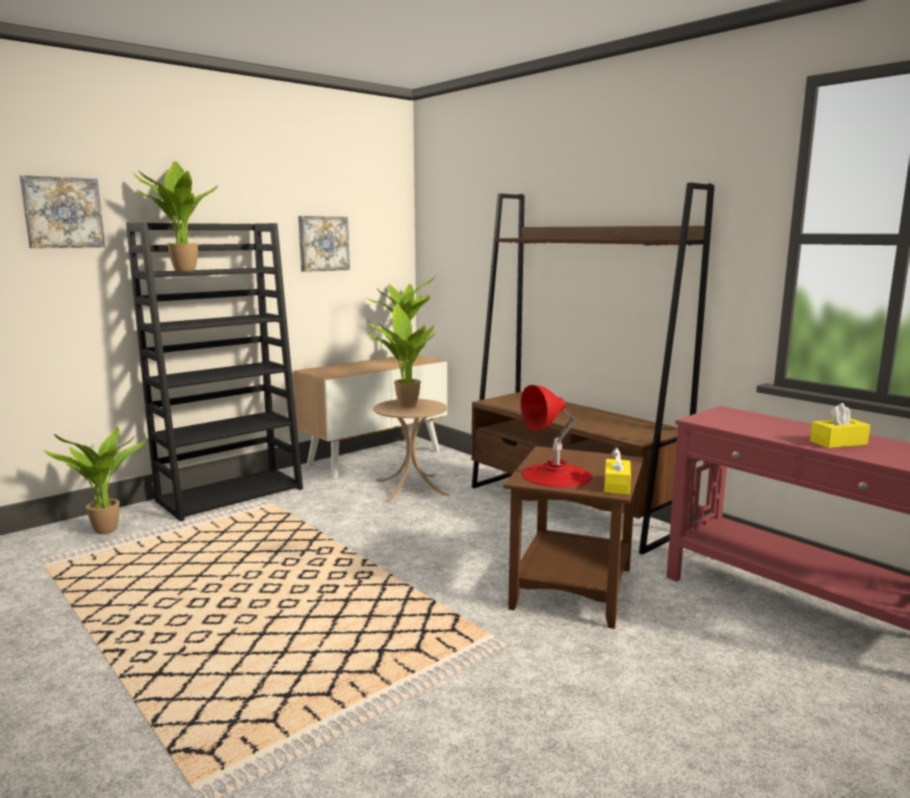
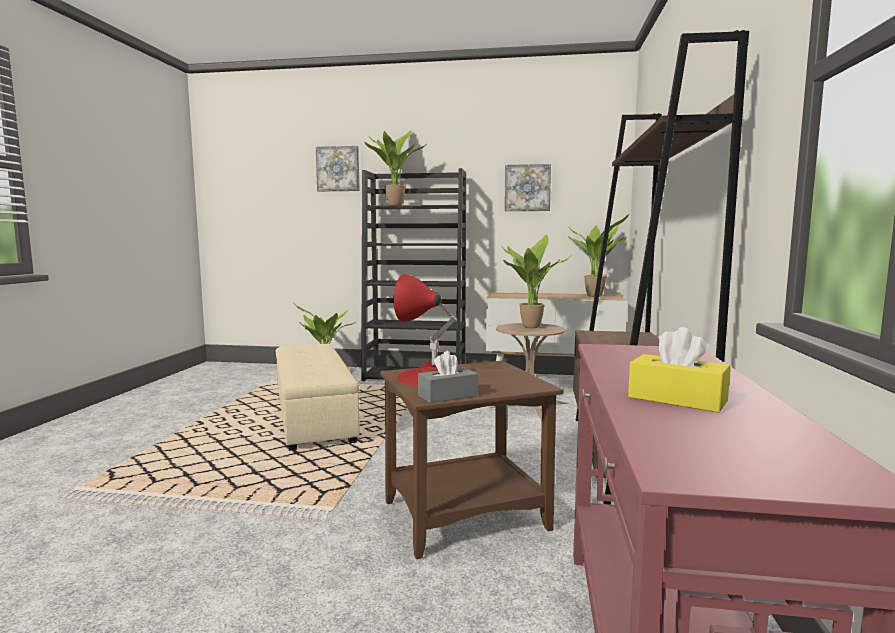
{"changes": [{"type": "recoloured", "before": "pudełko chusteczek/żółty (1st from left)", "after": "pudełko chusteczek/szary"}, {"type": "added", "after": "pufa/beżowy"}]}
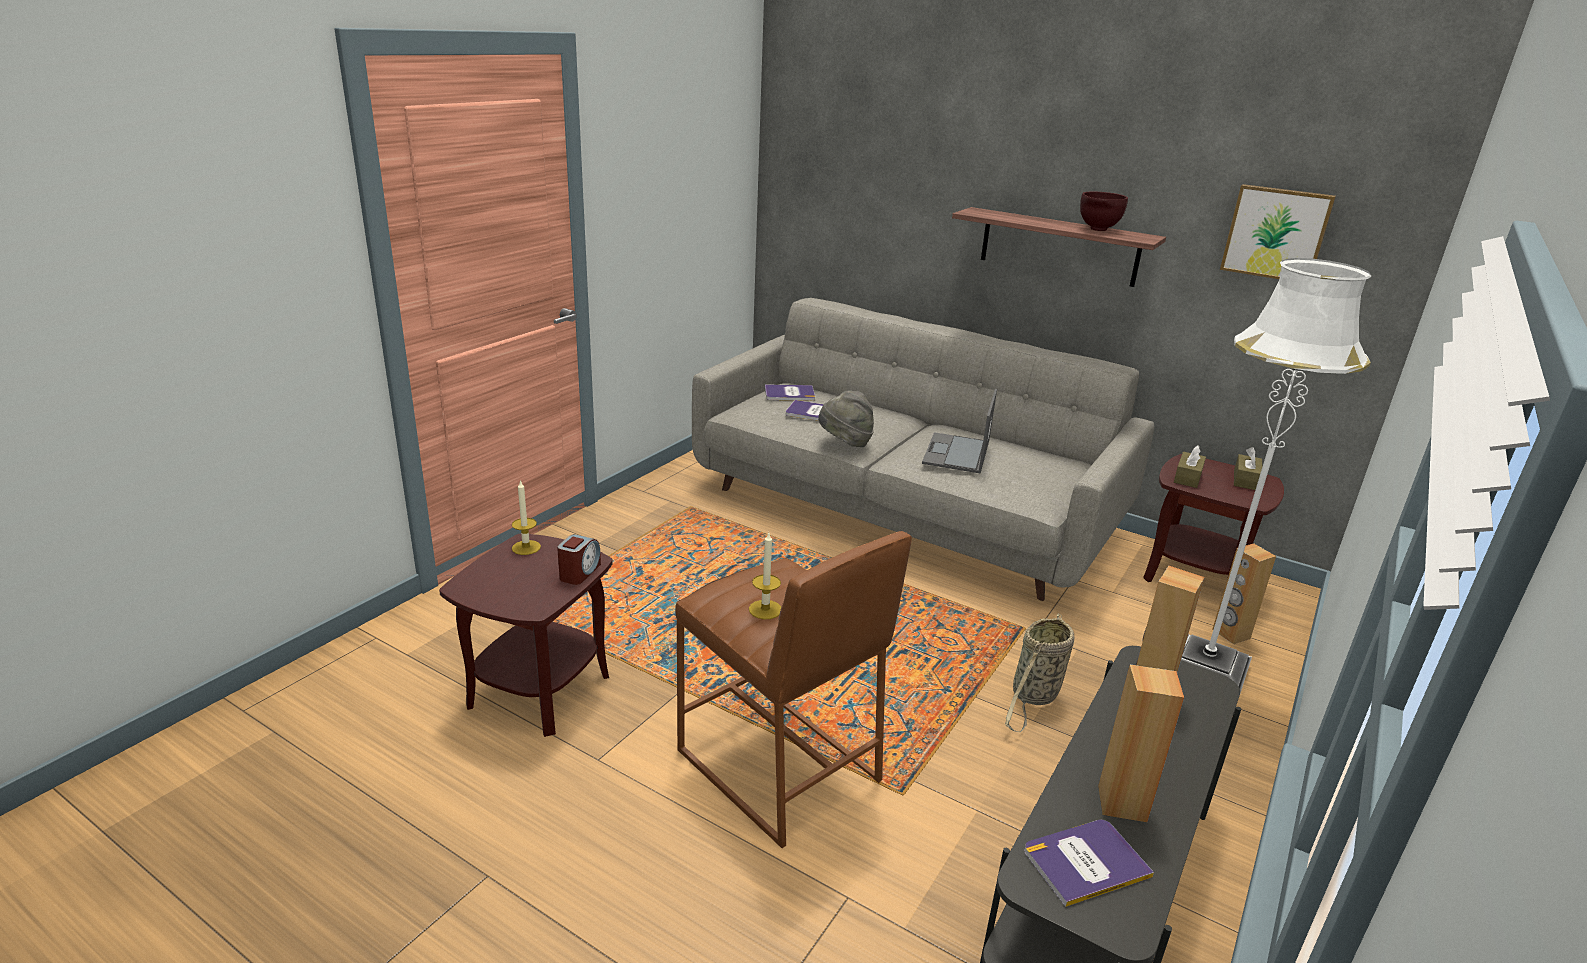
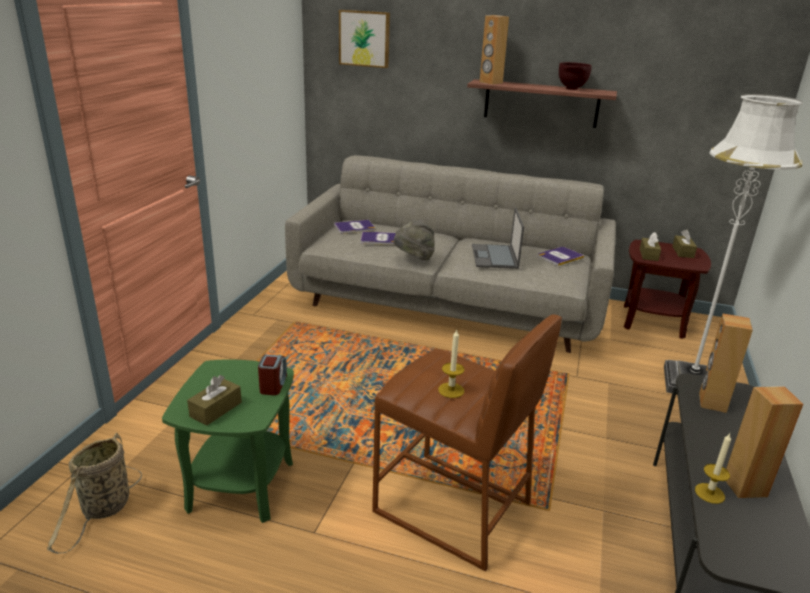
{"changes": [{"type": "moved", "before": "obraz"}, {"type": "moved", "before": "świeca (1st from left in the first image)", "after": "świeca (2nd from left)"}, {"type": "recoloured", "before": "stolik/brązowy (1st from left)", "after": "stolik/zielony"}, {"type": "moved", "before": "głośnik/brązowy (3rd from left in the first image)", "after": "głośnik/brązowy (1st from left)"}, {"type": "moved", "before": "koszyk"}, {"type": "moved", "before": "książka (3rd from left)"}, {"type": "added", "after": "pudełko chusteczek/brązowy (1st from left)"}]}
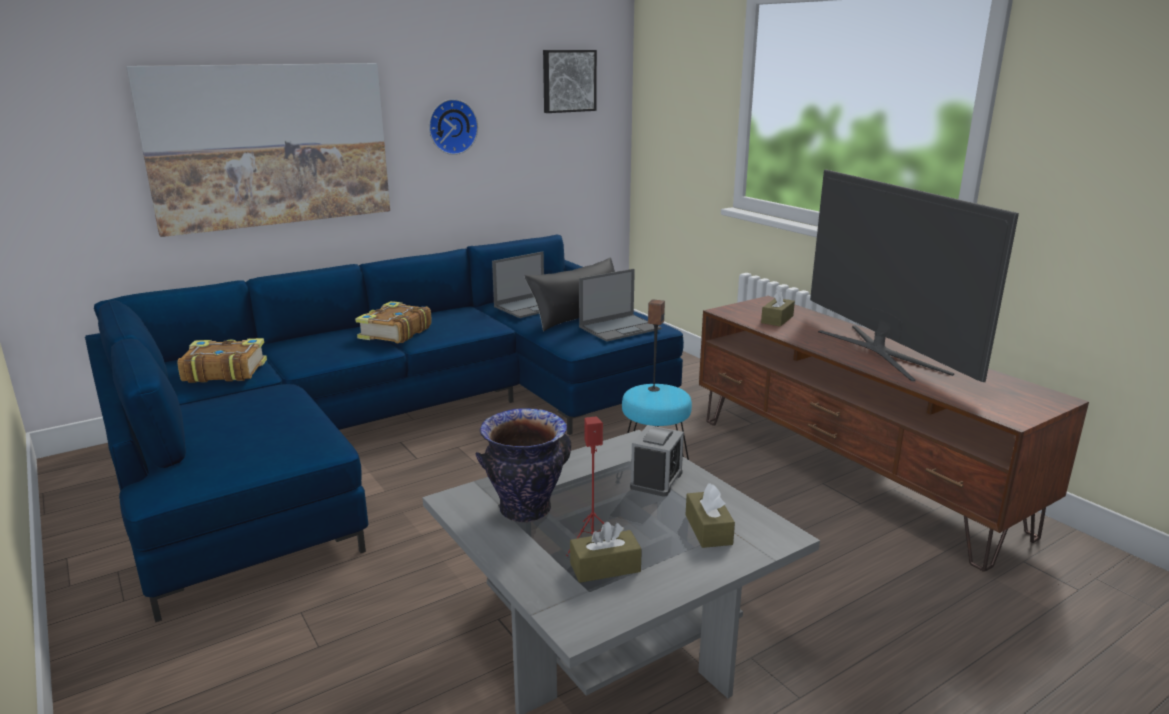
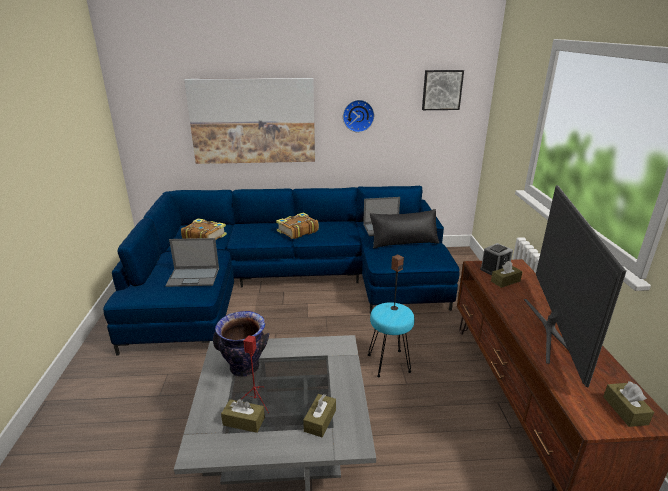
{"changes": [{"type": "moved", "before": "laptop (2nd from left in the first image)", "after": "laptop (1st from left)"}, {"type": "moved", "before": "budzik"}, {"type": "added", "after": "pudełko chusteczek/brązowy (4th from left)"}]}
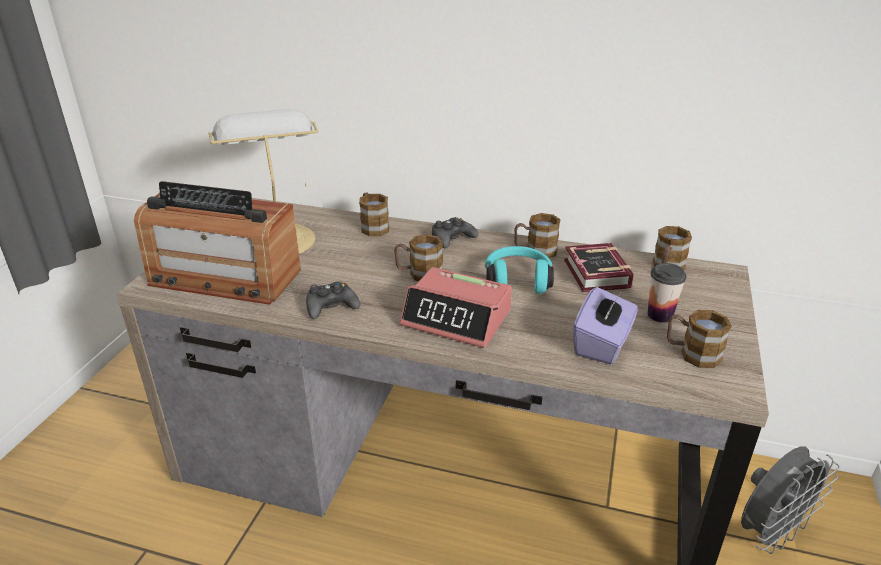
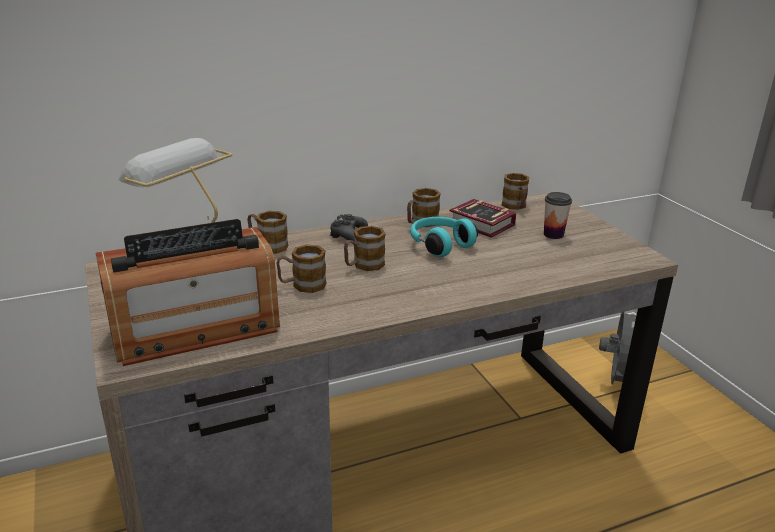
{"changes": [{"type": "removed", "before": "budzik"}, {"type": "removed", "before": "pad do gier/czarny (1st from left)"}, {"type": "removed", "before": "pudełko chusteczek/fioletowy"}, {"type": "moved", "before": "kubek (5th from left in the first image)", "after": "kubek (2nd from left)"}]}
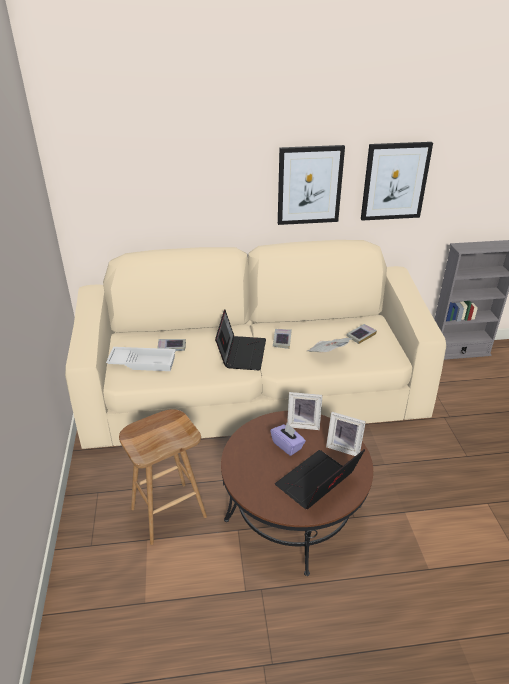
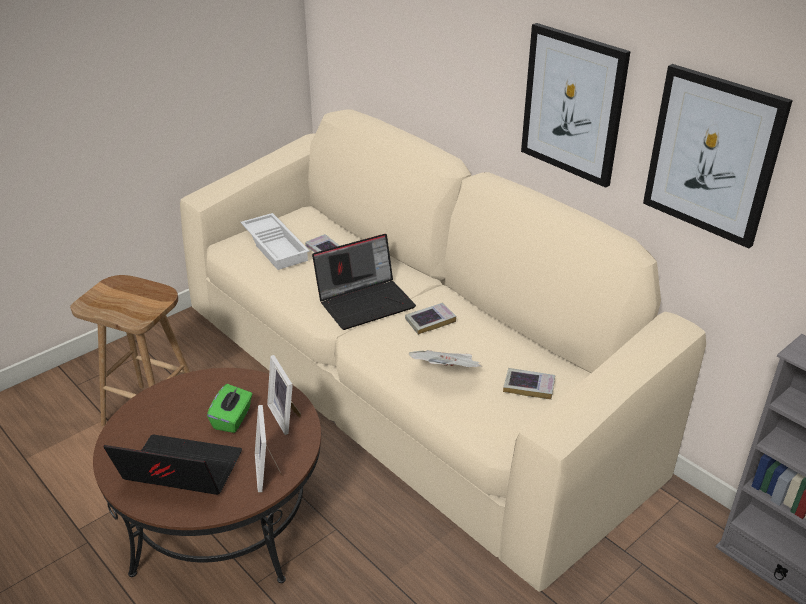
{"changes": [{"type": "recoloured", "before": "pudełko chusteczek/fioletowy", "after": "pudełko chusteczek/zielony"}]}
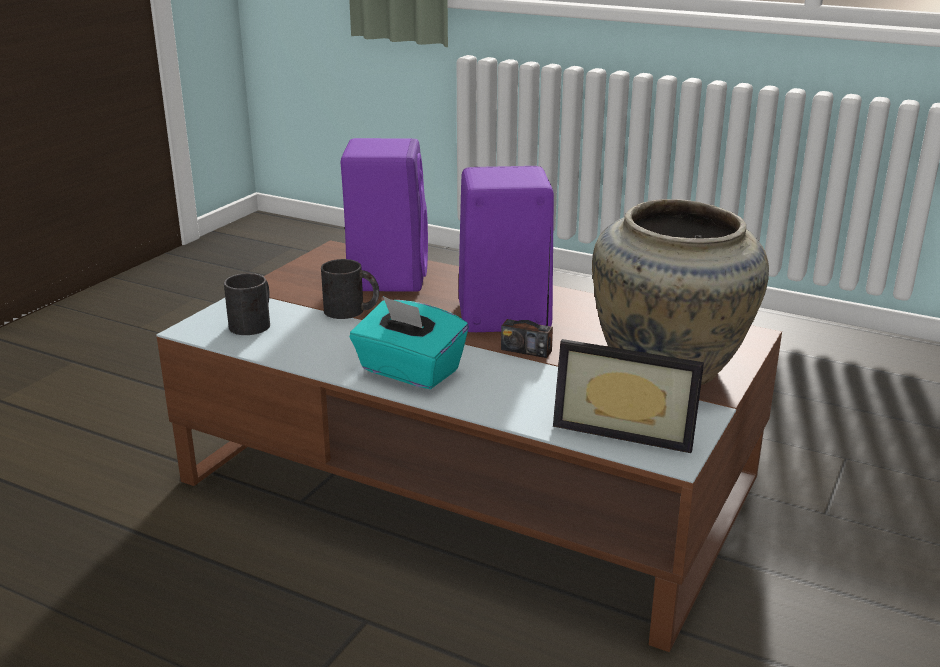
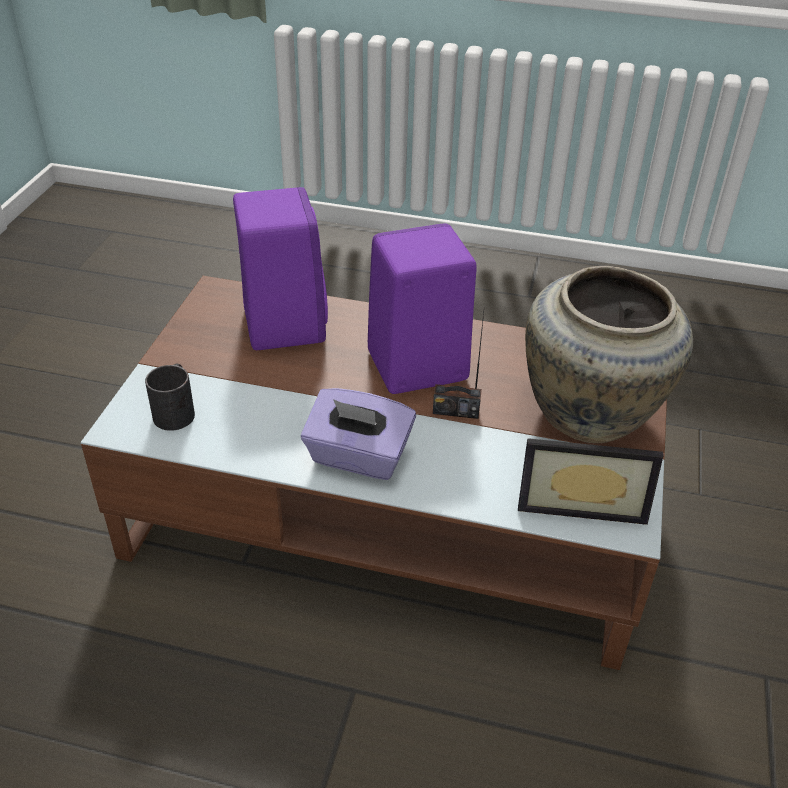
{"changes": [{"type": "removed", "before": "kubek/czarny (2nd from left)"}, {"type": "recoloured", "before": "pudełko chusteczek/turkusowy", "after": "pudełko chusteczek/fioletowy"}]}
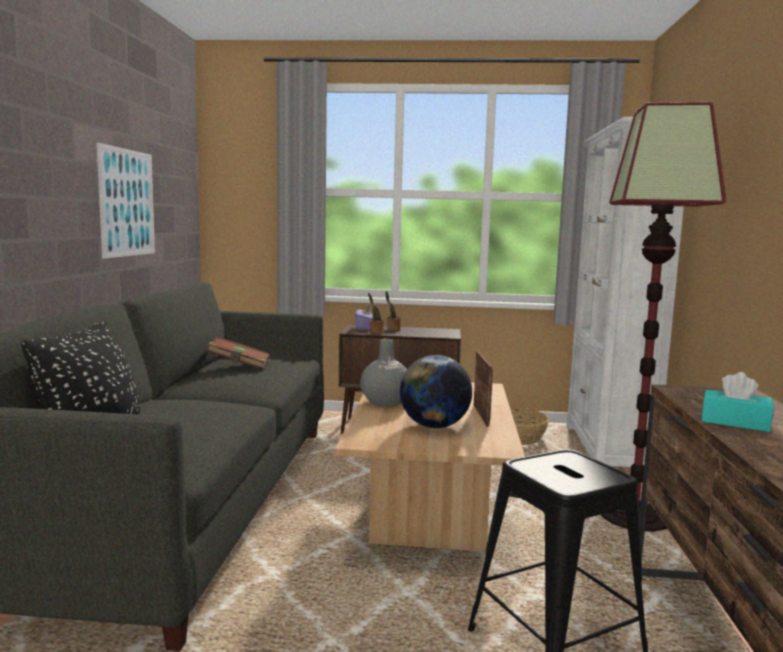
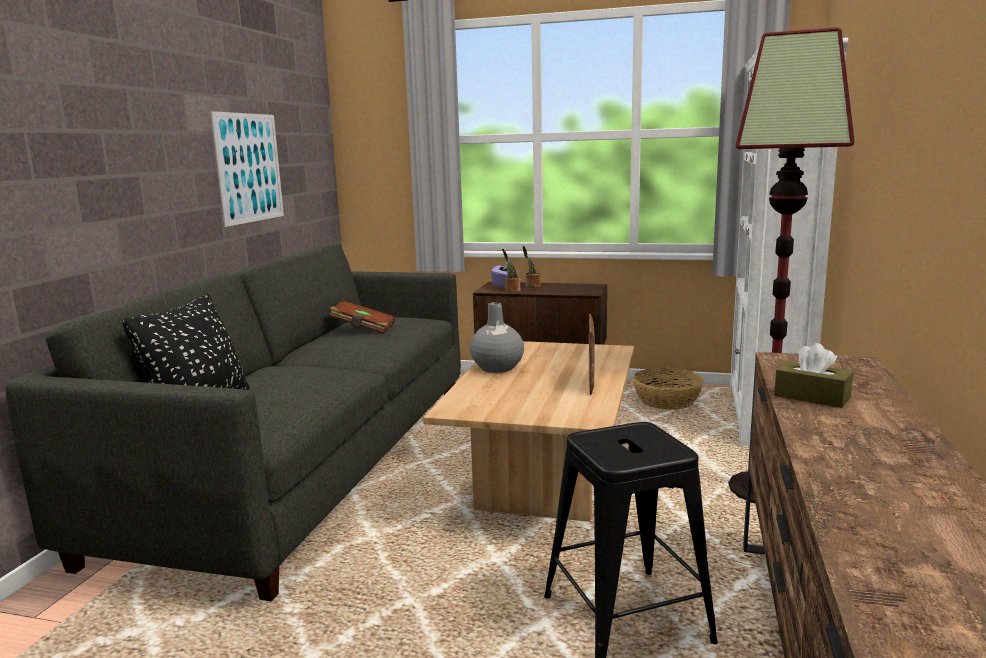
{"changes": [{"type": "removed", "before": "globus"}, {"type": "recoloured", "before": "pudełko chusteczek/turkusowy", "after": "pudełko chusteczek/brązowy"}]}
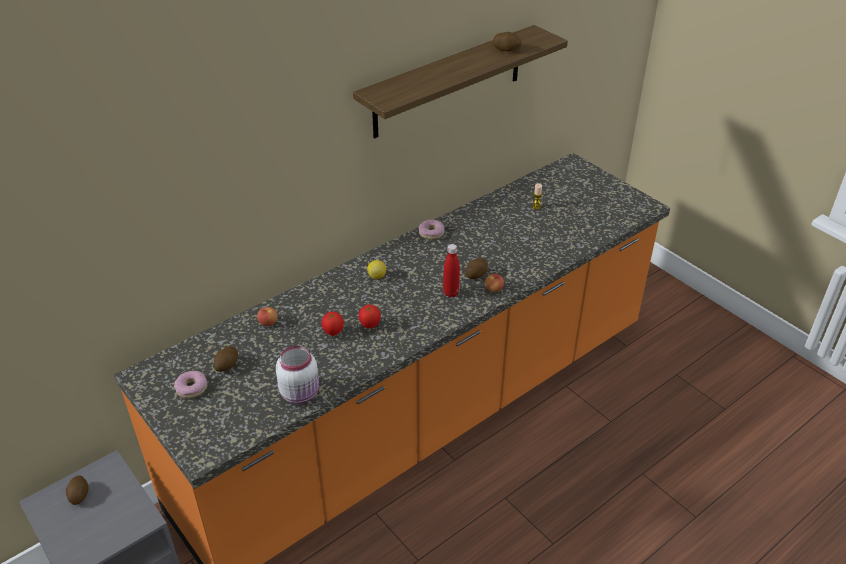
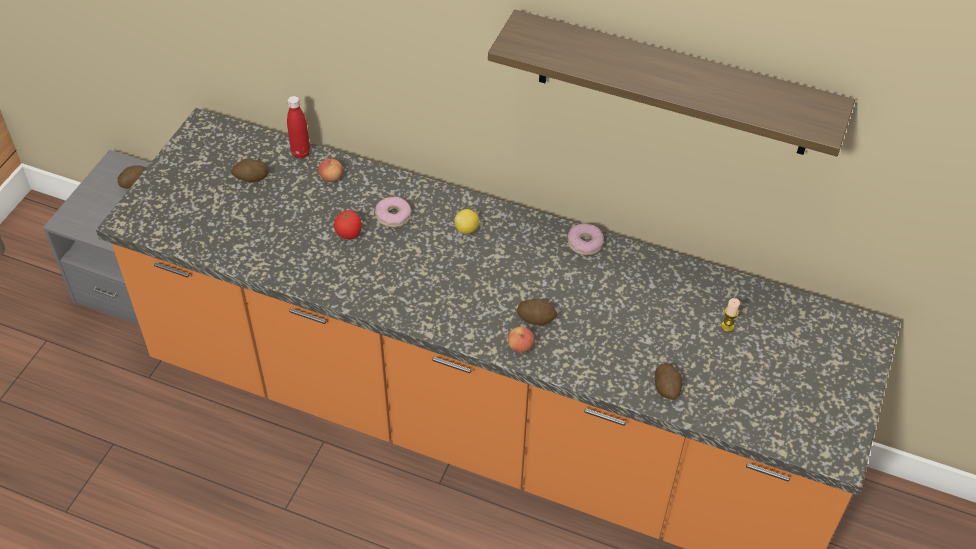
{"changes": [{"type": "moved", "before": "ziemniak (4th from left)"}, {"type": "moved", "before": "butelka/czerwony"}, {"type": "removed", "before": "pomidor (2nd from left)"}, {"type": "removed", "before": "słoik/biały"}, {"type": "moved", "before": "donut (1st from left)"}]}
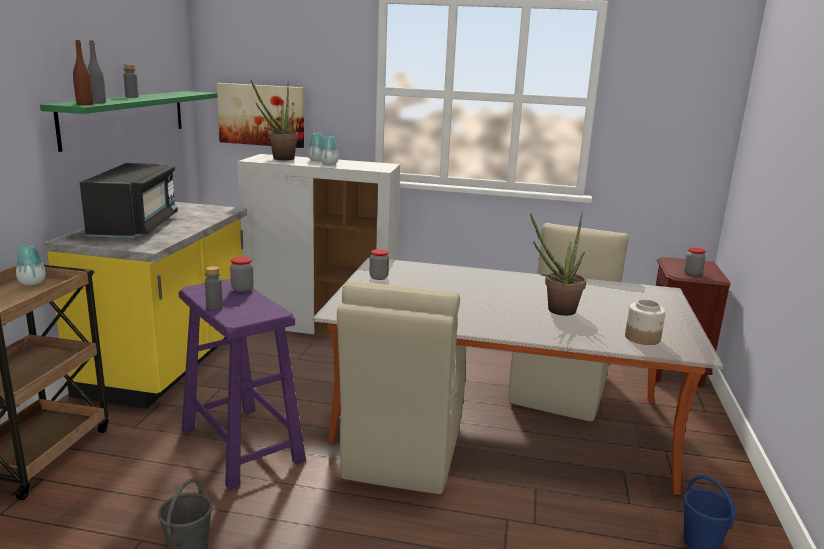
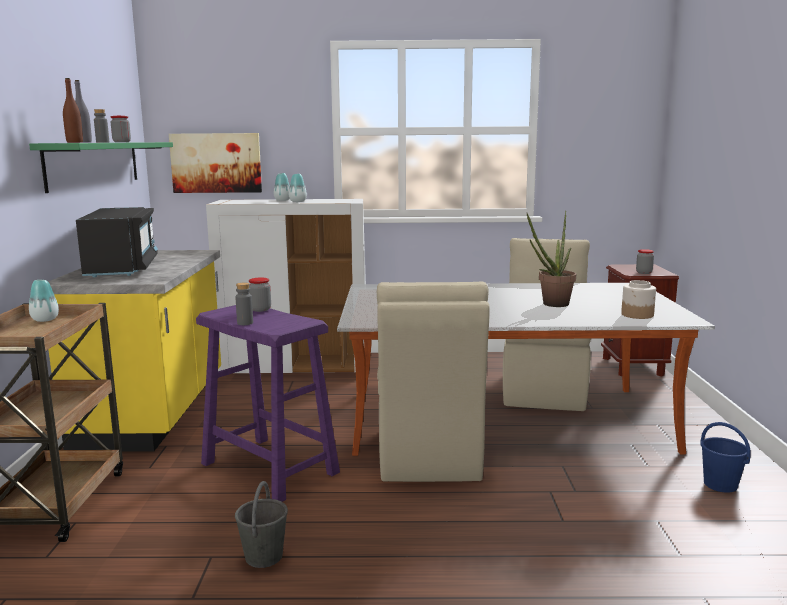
{"changes": [{"type": "removed", "before": "roślina doniczkowa (1st from left)"}, {"type": "moved", "before": "słoik (2nd from left in the first image)", "after": "słoik (1st from left)"}]}
